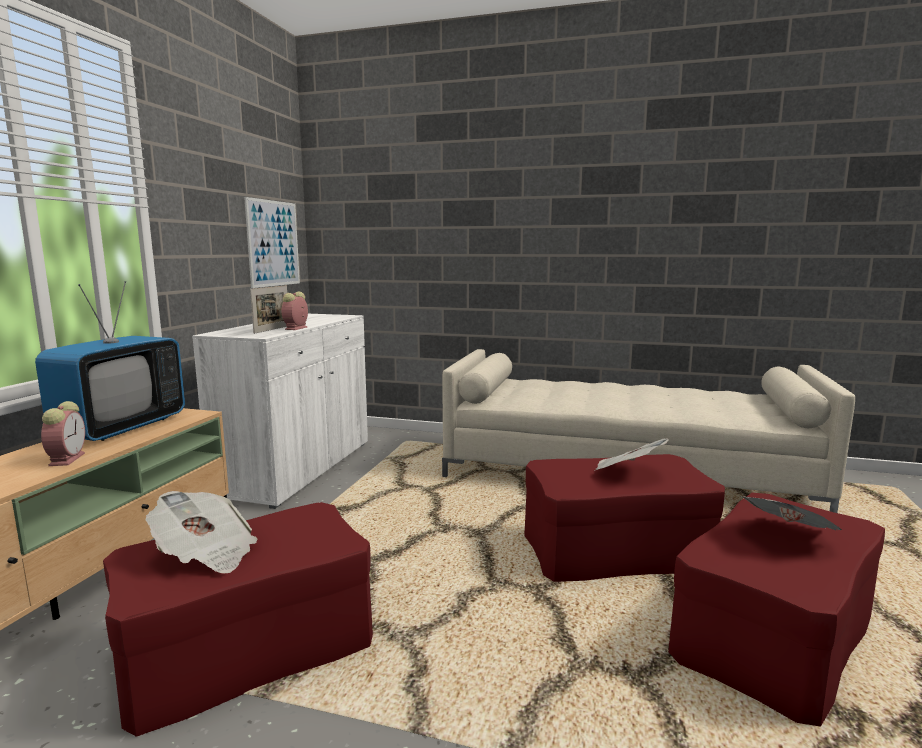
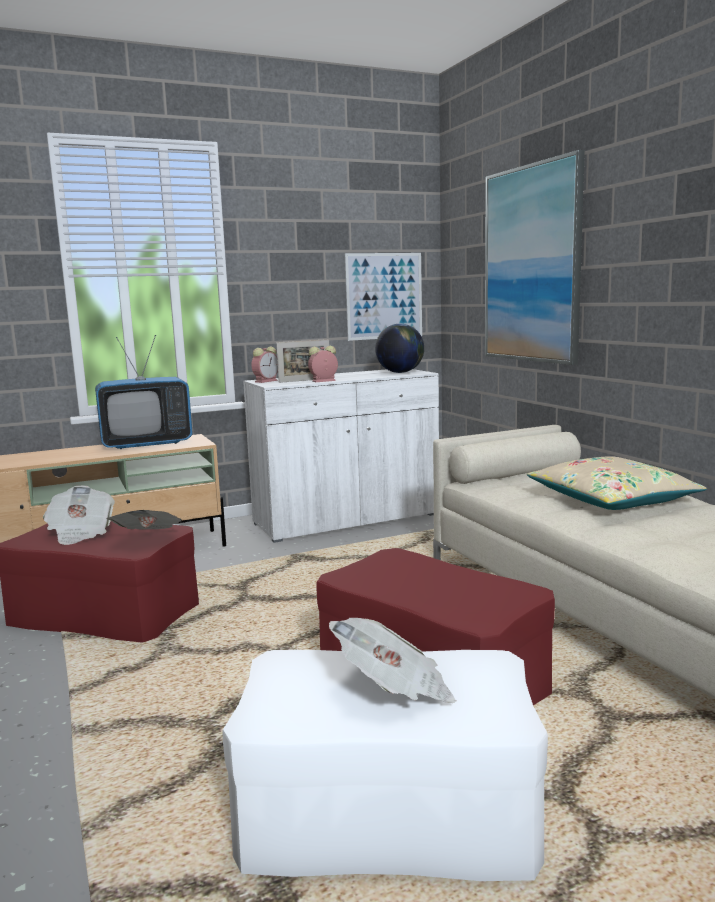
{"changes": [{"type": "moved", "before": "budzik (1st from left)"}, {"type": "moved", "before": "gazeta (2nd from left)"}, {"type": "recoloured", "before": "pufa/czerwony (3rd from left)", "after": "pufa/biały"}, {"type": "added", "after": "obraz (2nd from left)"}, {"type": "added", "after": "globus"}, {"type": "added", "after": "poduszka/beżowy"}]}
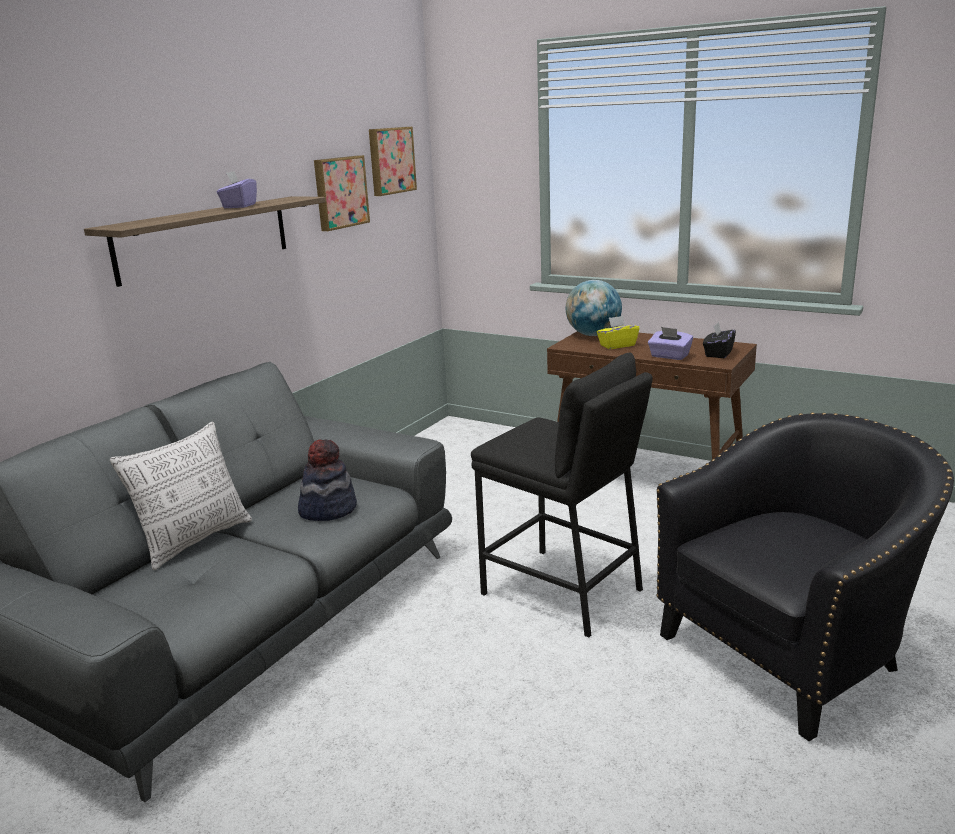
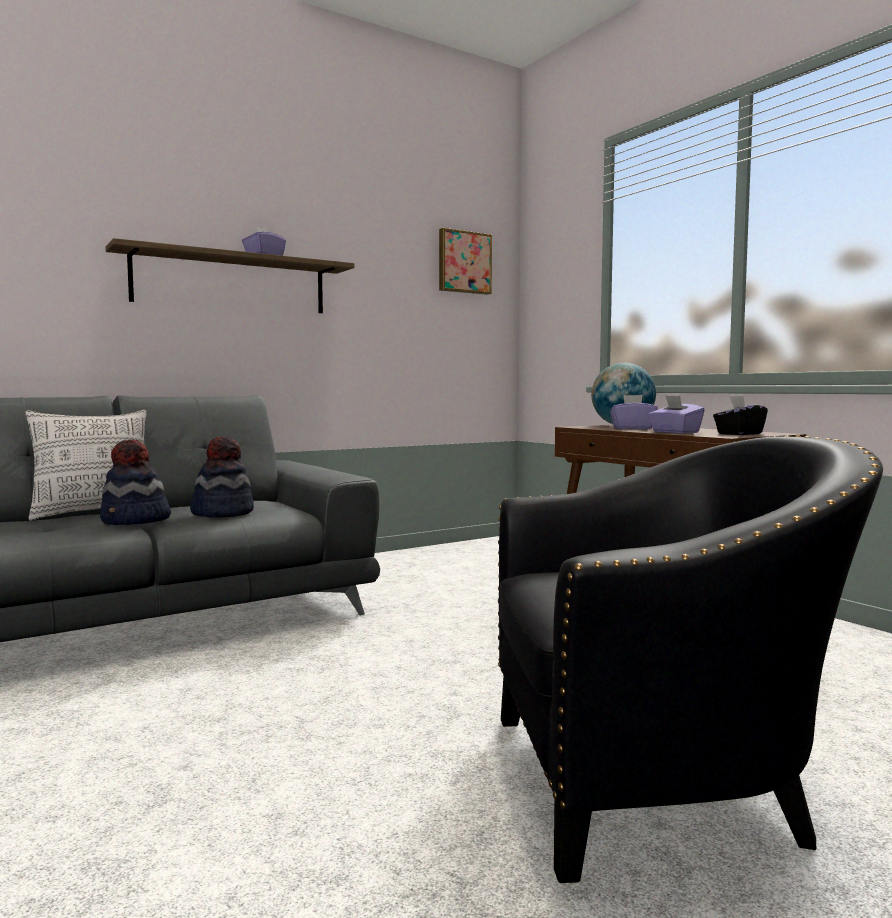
{"changes": [{"type": "removed", "before": "obraz (1st from left)"}, {"type": "recoloured", "before": "pudełko chusteczek/żółty", "after": "pudełko chusteczek/fioletowy (2nd from left)"}, {"type": "removed", "before": "stołek/czarny"}, {"type": "added", "after": "kapelusz (1st from left)"}]}
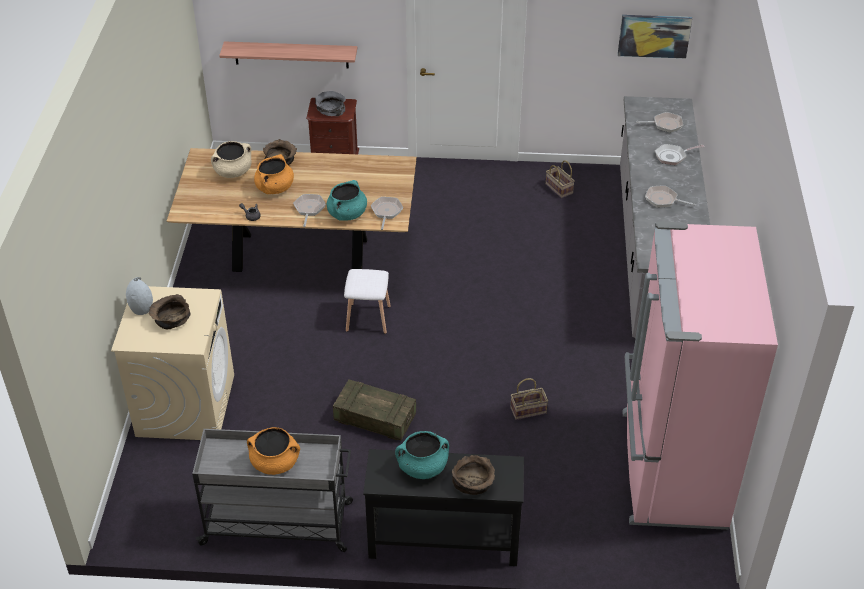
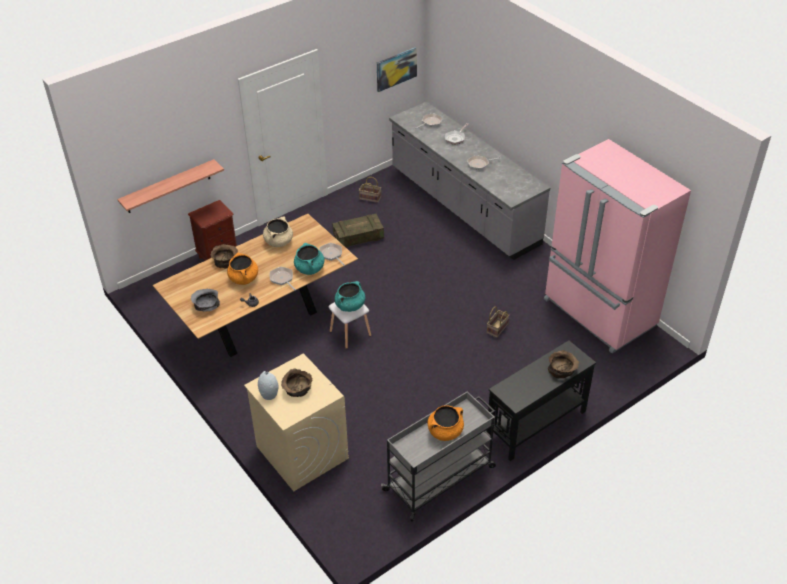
{"changes": [{"type": "moved", "before": "miska/szary"}, {"type": "moved", "before": "garnek/beżowy"}, {"type": "moved", "before": "skrzynka"}, {"type": "moved", "before": "garnek/turkusowy (2nd from left)"}]}
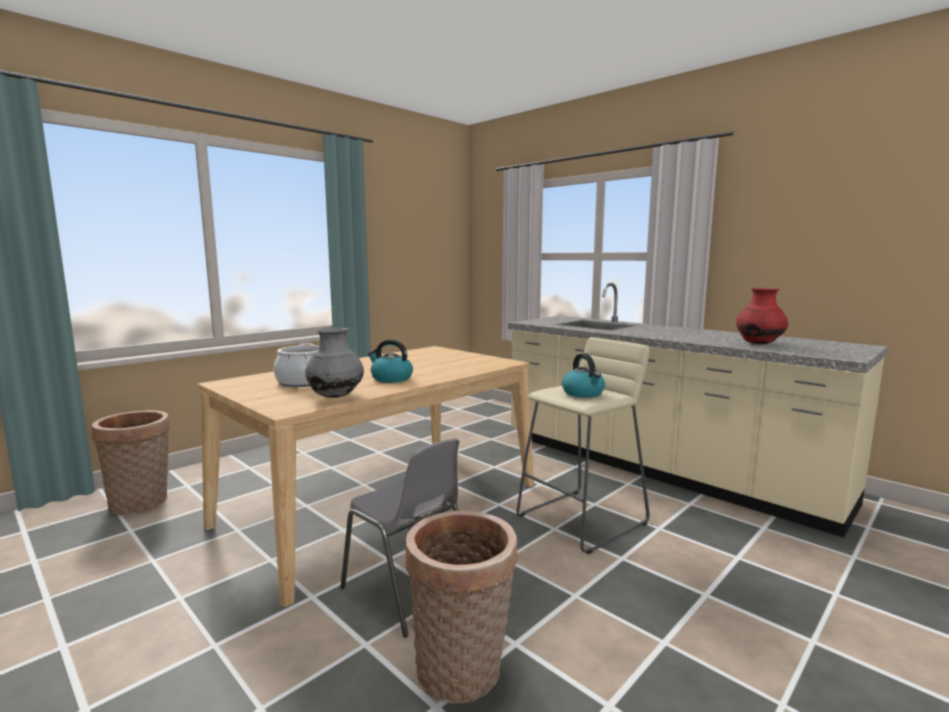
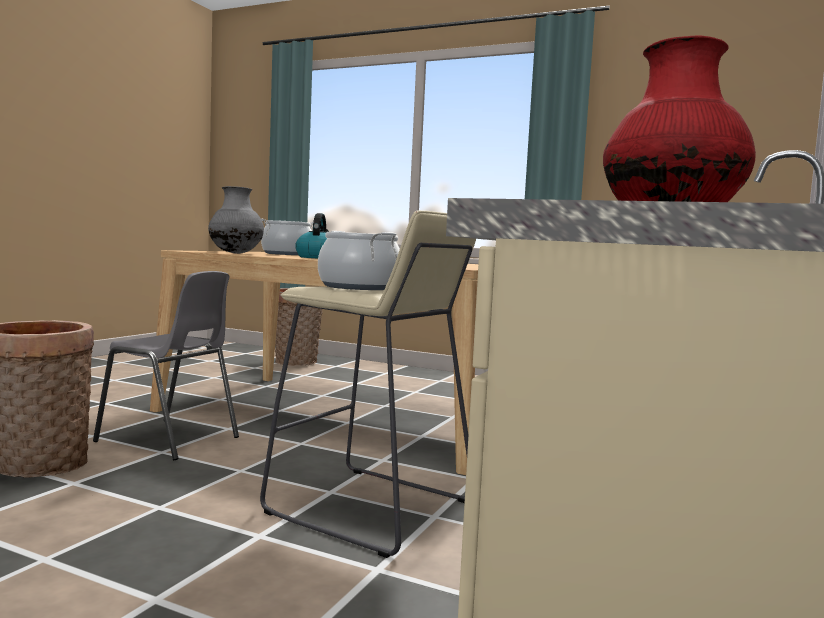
{"changes": [{"type": "replaced", "before": "czajnik (2nd from left)", "after": "garnek (2nd from left)"}, {"type": "turned", "before": "krzesło/szary", "turn": -90}]}
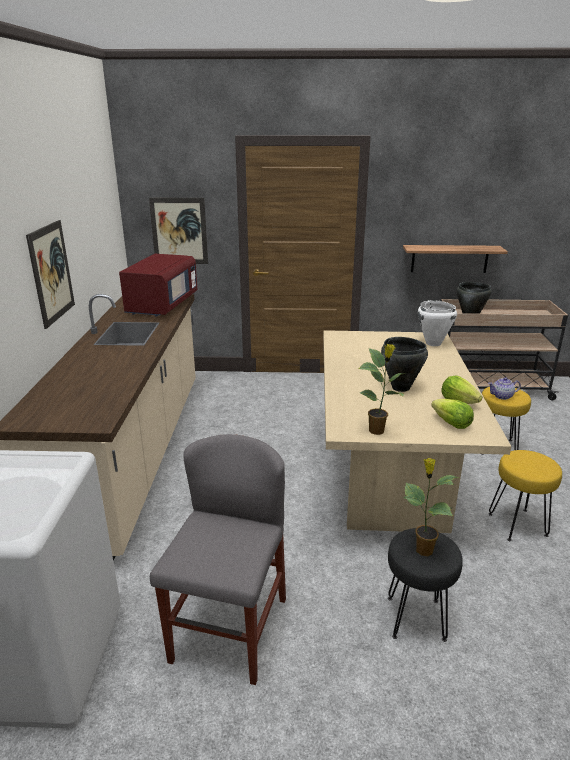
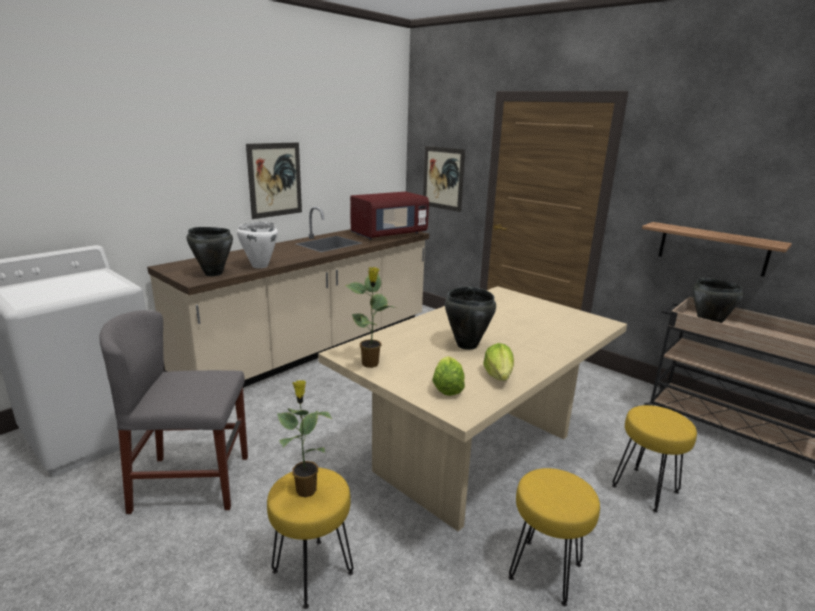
{"changes": [{"type": "moved", "before": "garnek/biały"}, {"type": "removed", "before": "imbryk"}, {"type": "turned", "before": "krzesło/szary", "turn": -150}, {"type": "recoloured", "before": "stołek/czarny", "after": "stołek/żółty (1st from left)"}, {"type": "added", "after": "garnek/czarny (1st from left)"}]}
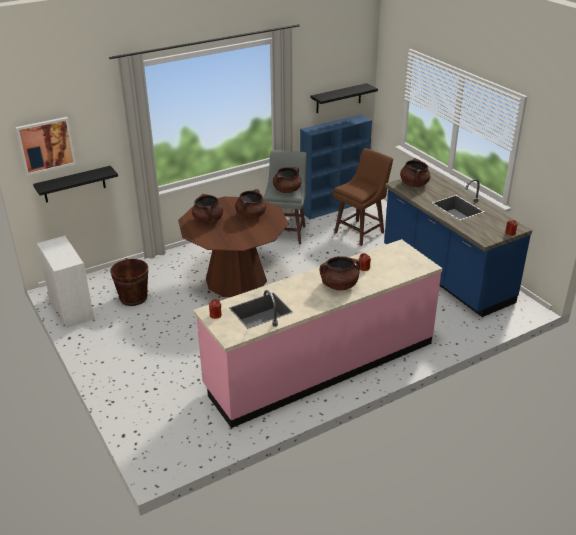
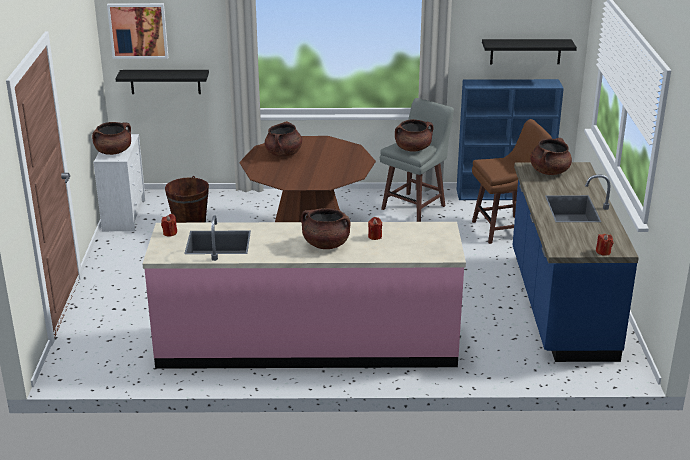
{"changes": [{"type": "moved", "before": "garnek/brązowy (2nd from left in the first image)", "after": "garnek/brązowy (1st from left)"}]}
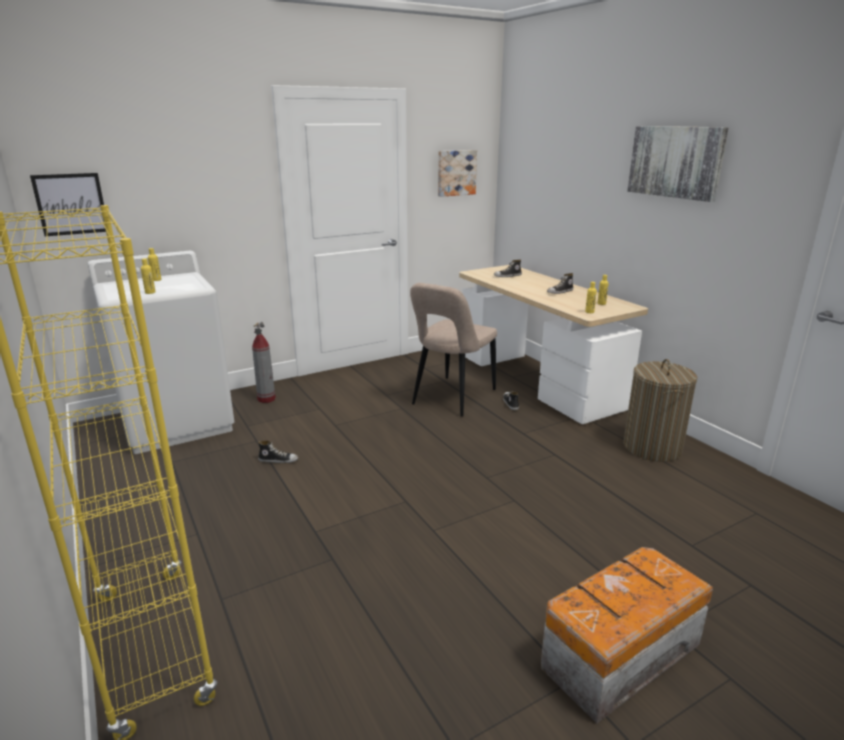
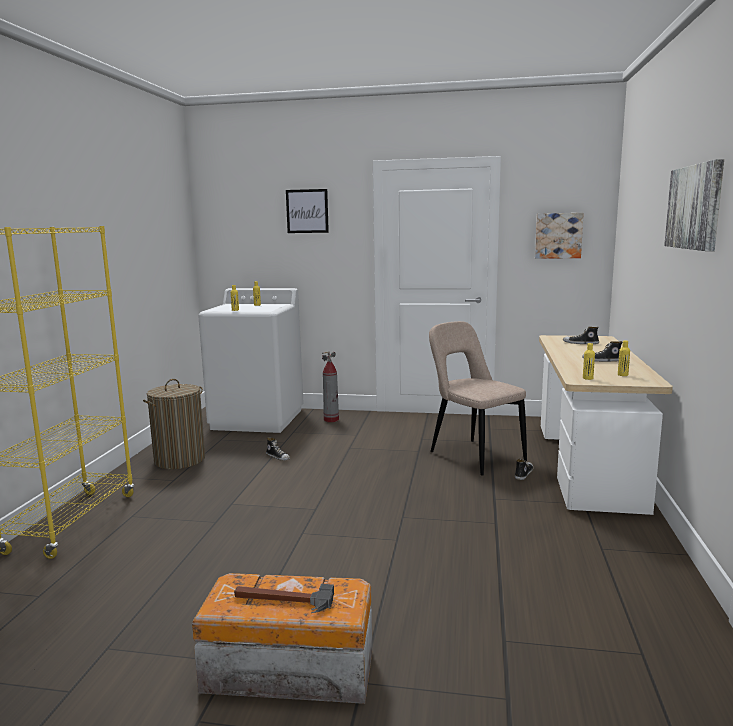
{"changes": [{"type": "moved", "before": "obraz (1st from left)"}, {"type": "turned", "before": "krzesło/beżowy", "turn": 75}, {"type": "moved", "before": "kosz na pranie"}, {"type": "added", "after": "młotek"}]}
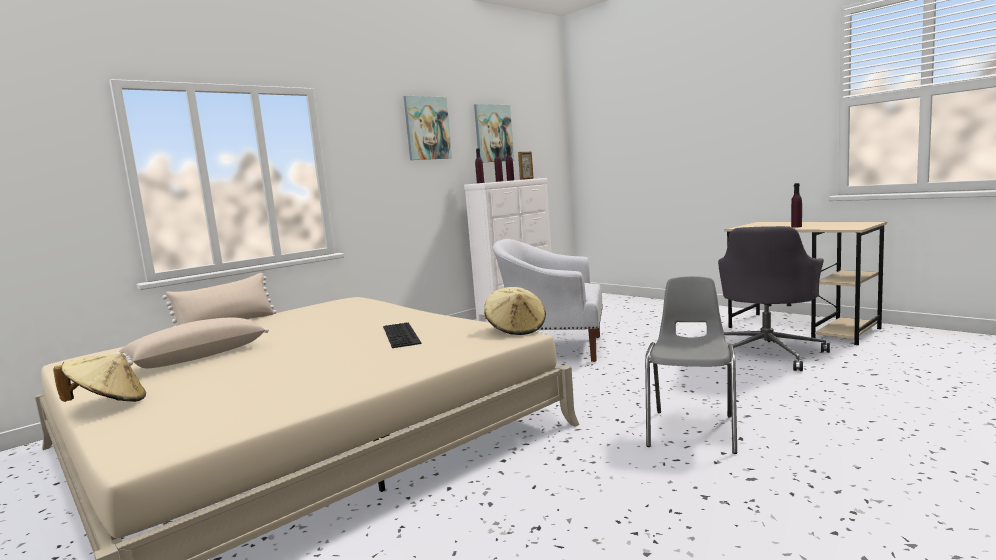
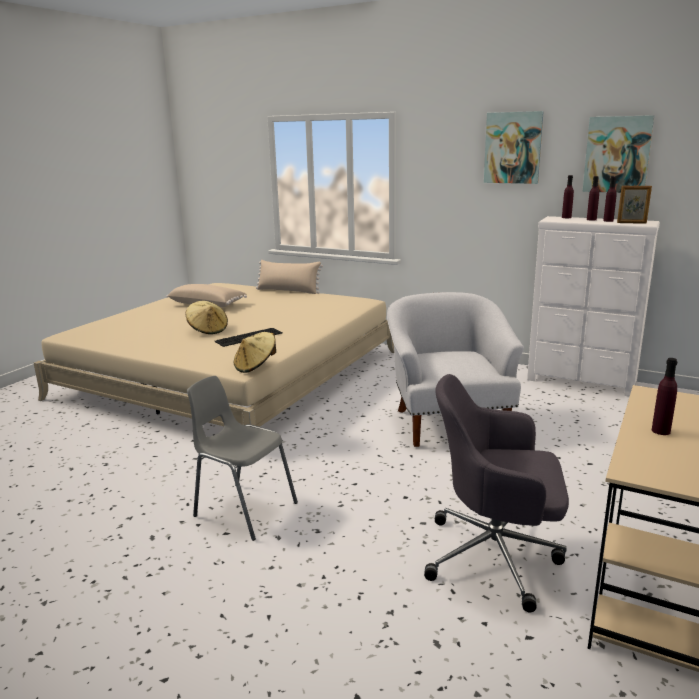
{"changes": [{"type": "turned", "before": "krzesło/szary", "turn": -150}, {"type": "moved", "before": "kapelusz/beżowy (1st from left)"}]}
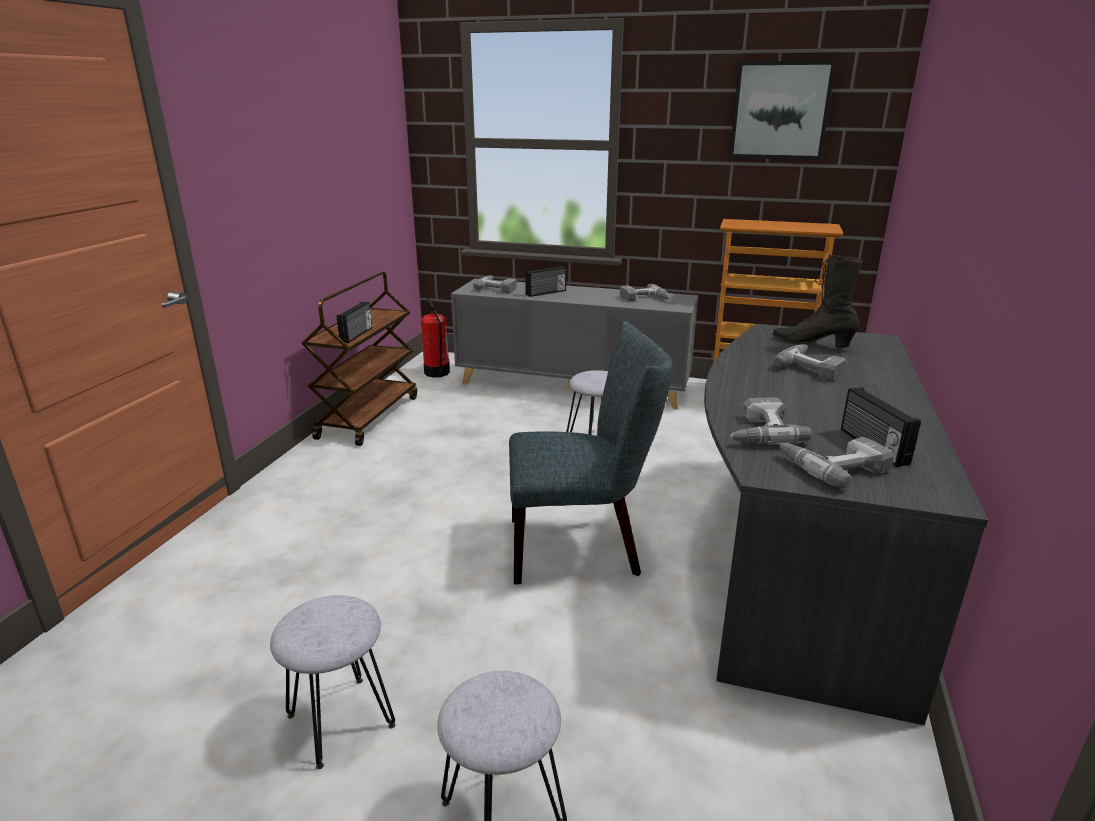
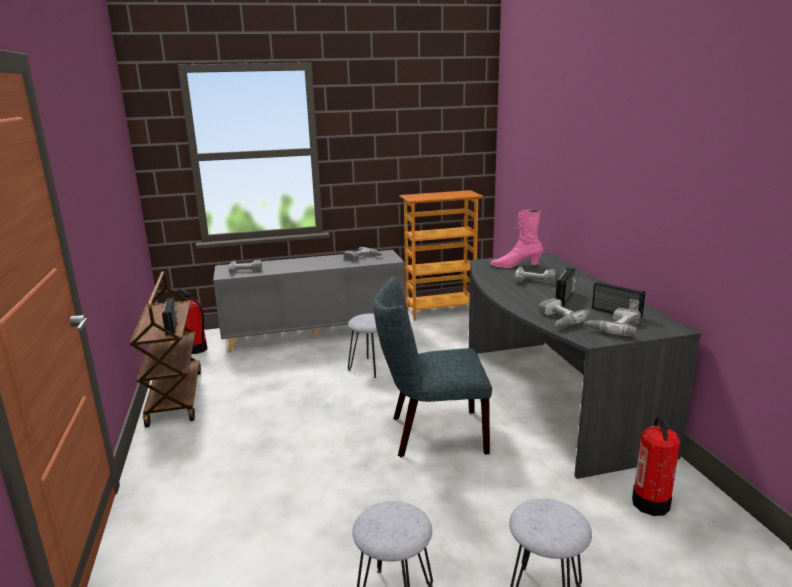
{"changes": [{"type": "removed", "before": "obraz"}, {"type": "recoloured", "before": "but z cholewką/czarny", "after": "but z cholewką/różowy"}, {"type": "moved", "before": "radio (2nd from left)"}, {"type": "turned", "before": "krzesło/szary", "turn": -150}, {"type": "added", "after": "gaśnica (2nd from left)"}]}
